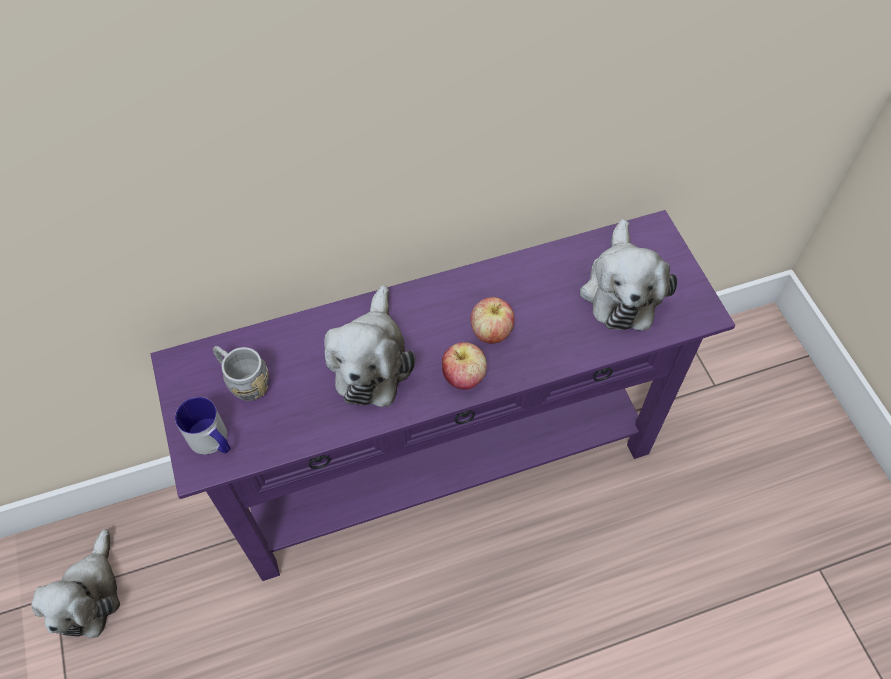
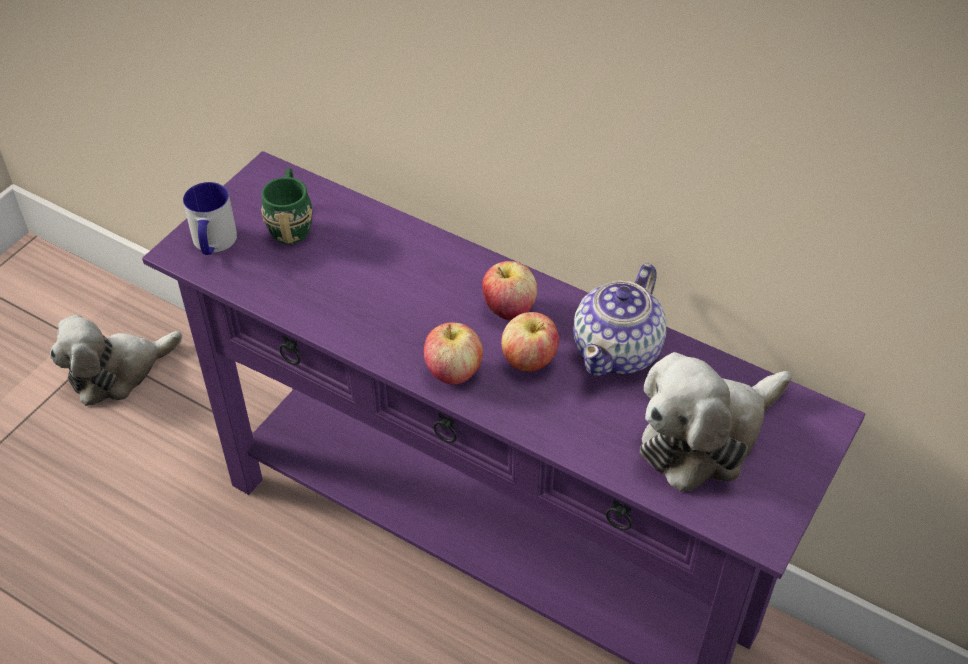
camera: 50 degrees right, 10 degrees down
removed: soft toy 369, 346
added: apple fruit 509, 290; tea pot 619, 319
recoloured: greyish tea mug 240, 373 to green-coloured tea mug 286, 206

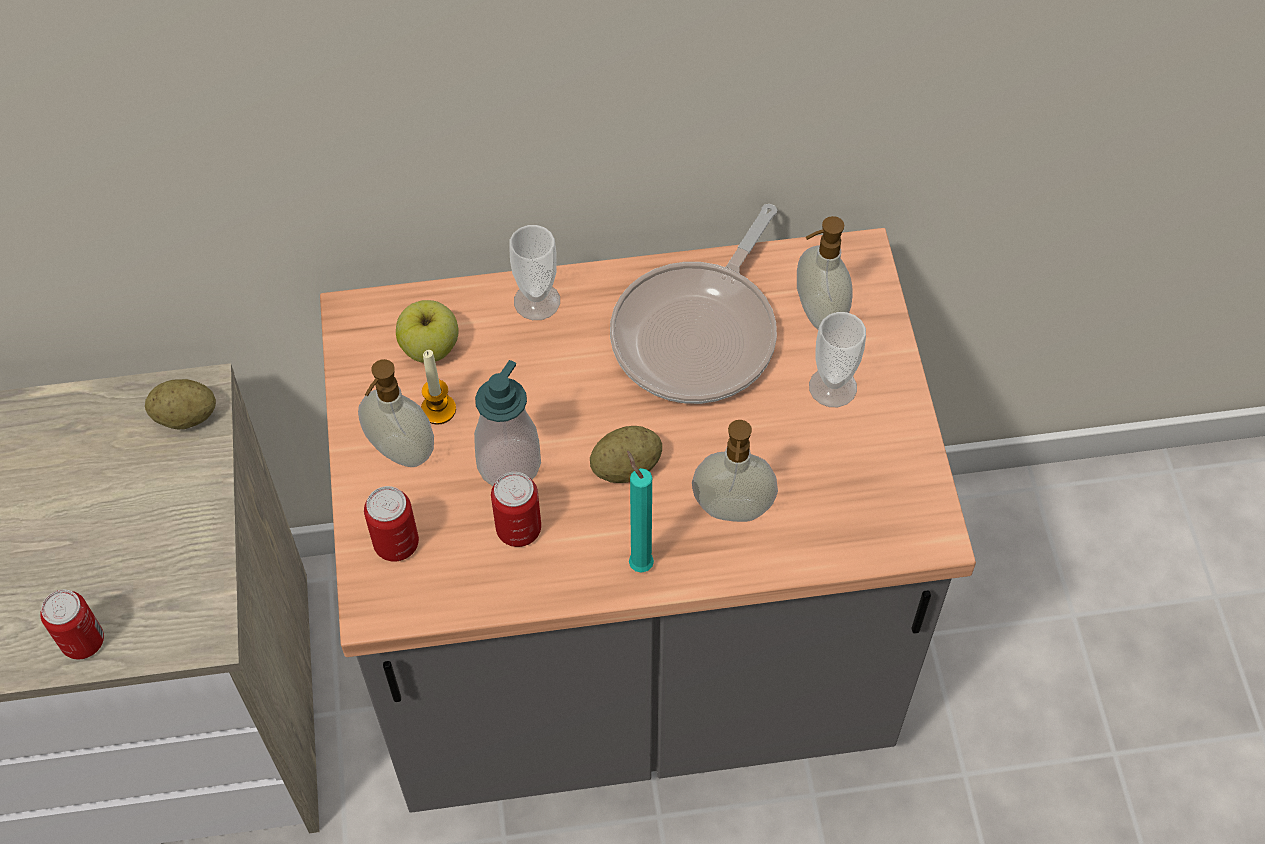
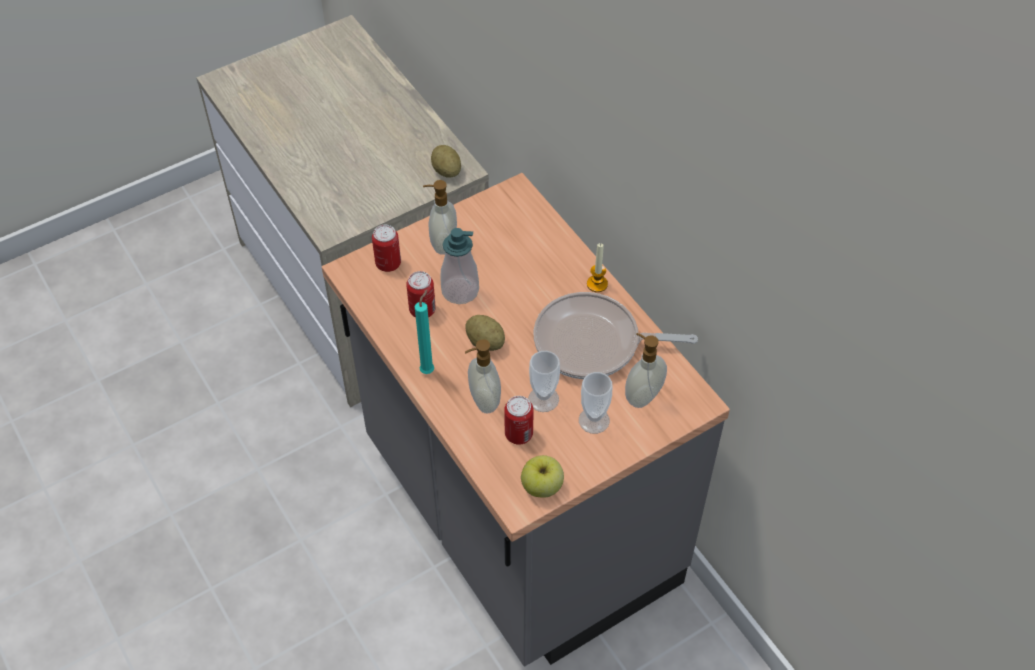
camera: 65 degrees right, 5 degrees down
moved: drinking cup 534, 272 to 544, 381; apple fruit 427, 331 to 542, 476; candle 438, 387 to 597, 267; sealed can 72, 624 to 519, 420

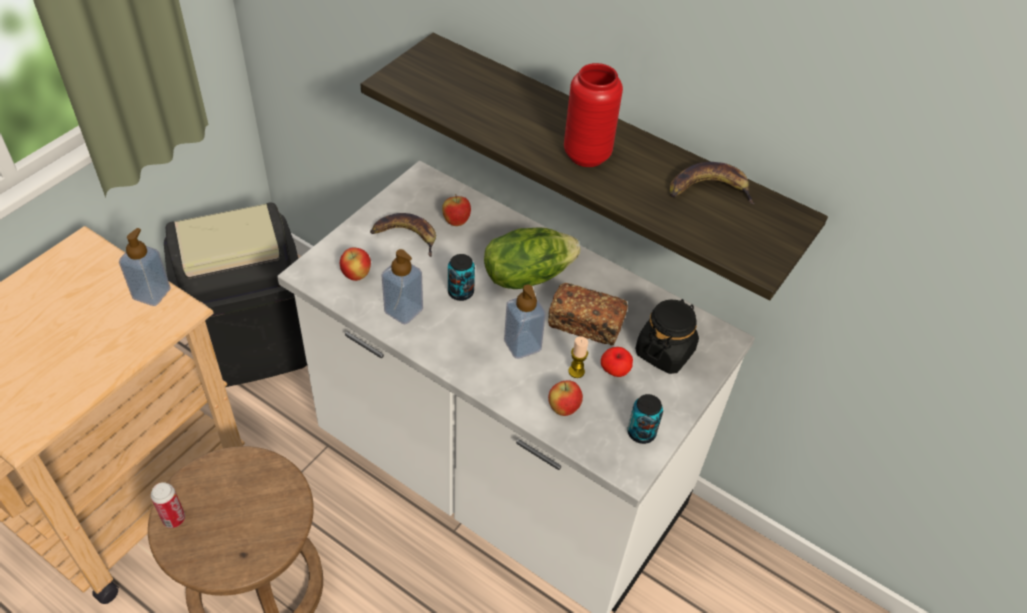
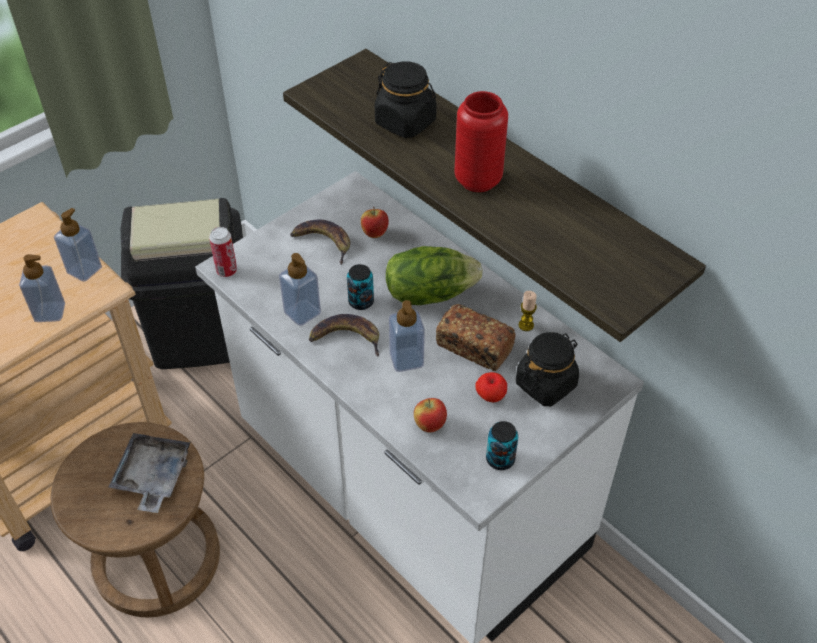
camera: 15 degrees right, 0 degrees up
removed: apple fruit 355, 264
added: blackish jar 406, 99; liquid soap bottle 42, 288; greyish serving tray 150, 473
moved: banana fruit 712, 183 to 344, 335; candle 578, 357 to 528, 311; sealed can 168, 505 to 223, 252

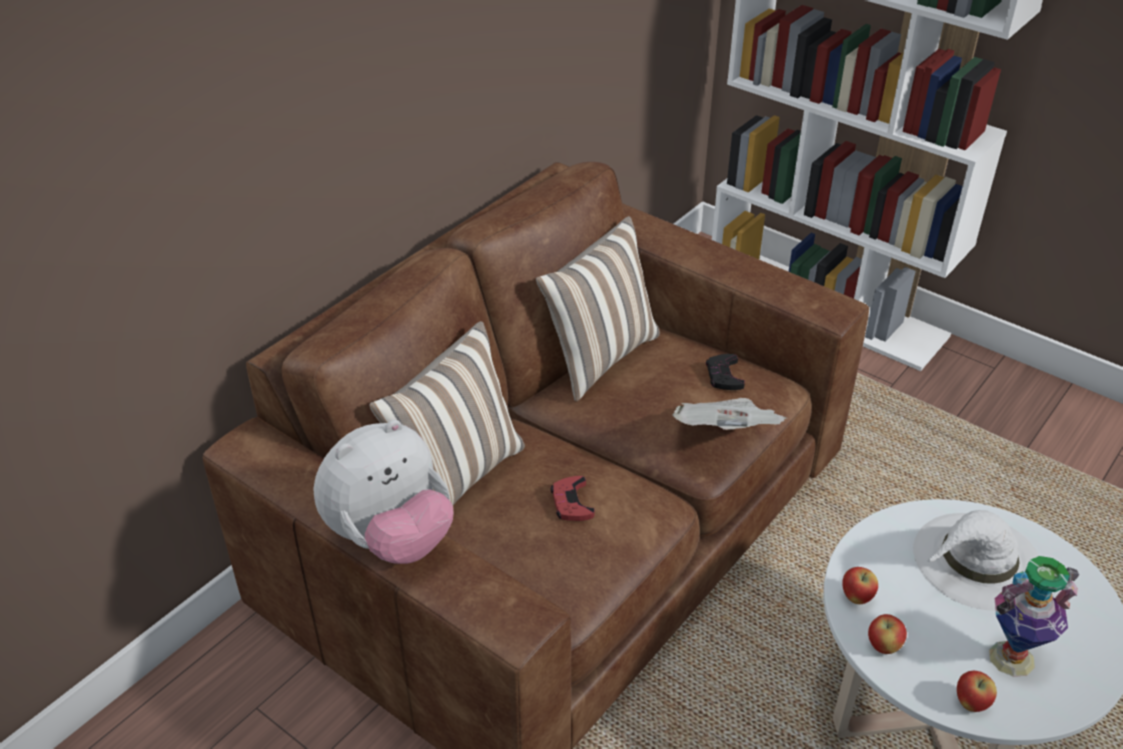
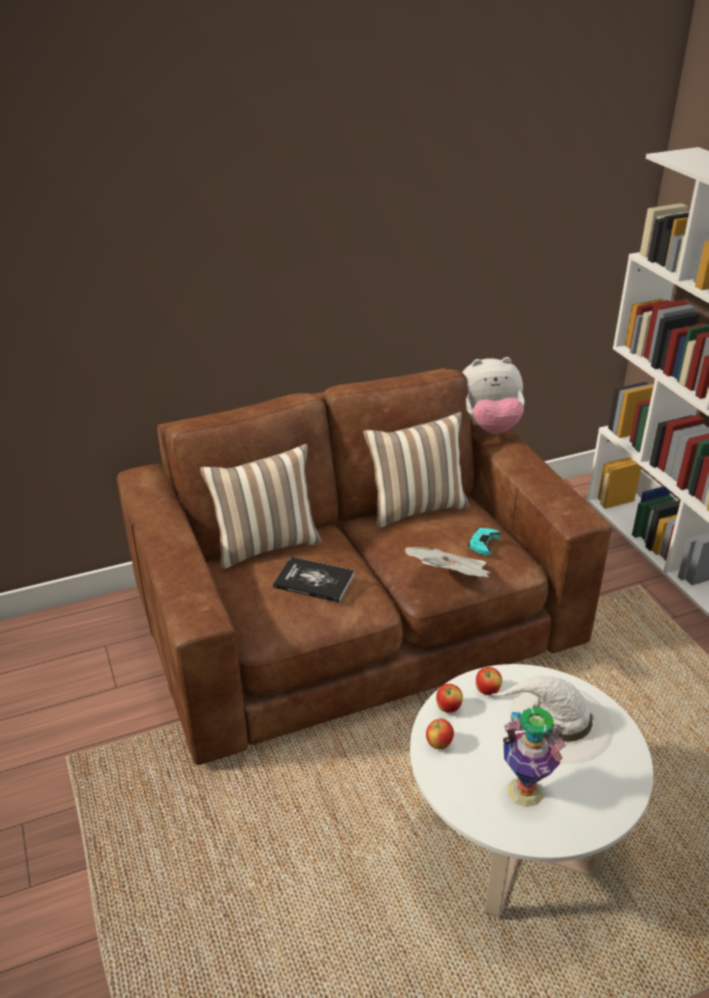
camera: 30 degrees right, 5 degrees down
moved: soft toy 383, 492 to 493, 395; apple fruit 977, 691 to 489, 681
replaced: red game controller 572, 498 to volume 313, 580
recoloured: blackish game controller 725, 372 to blue-green game controller 484, 541

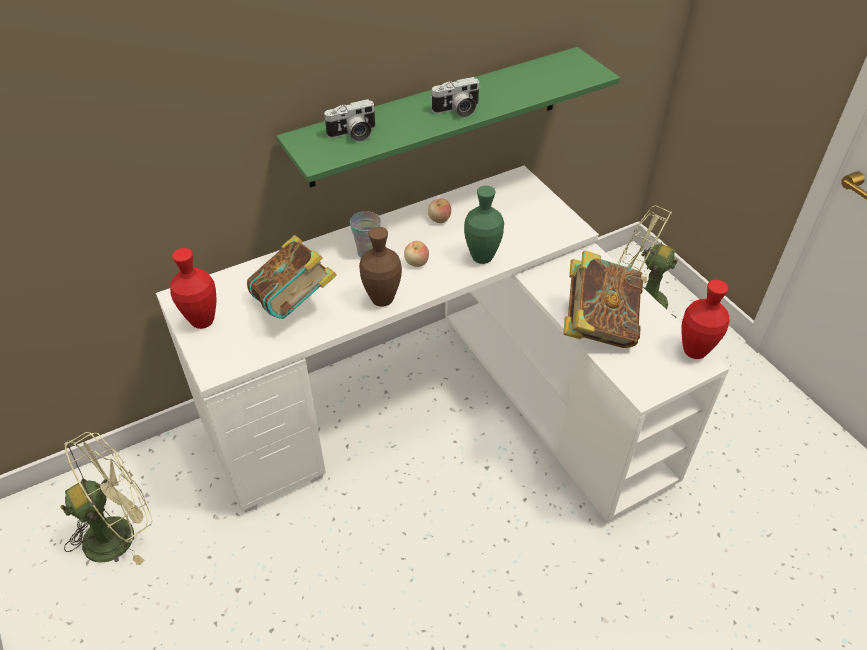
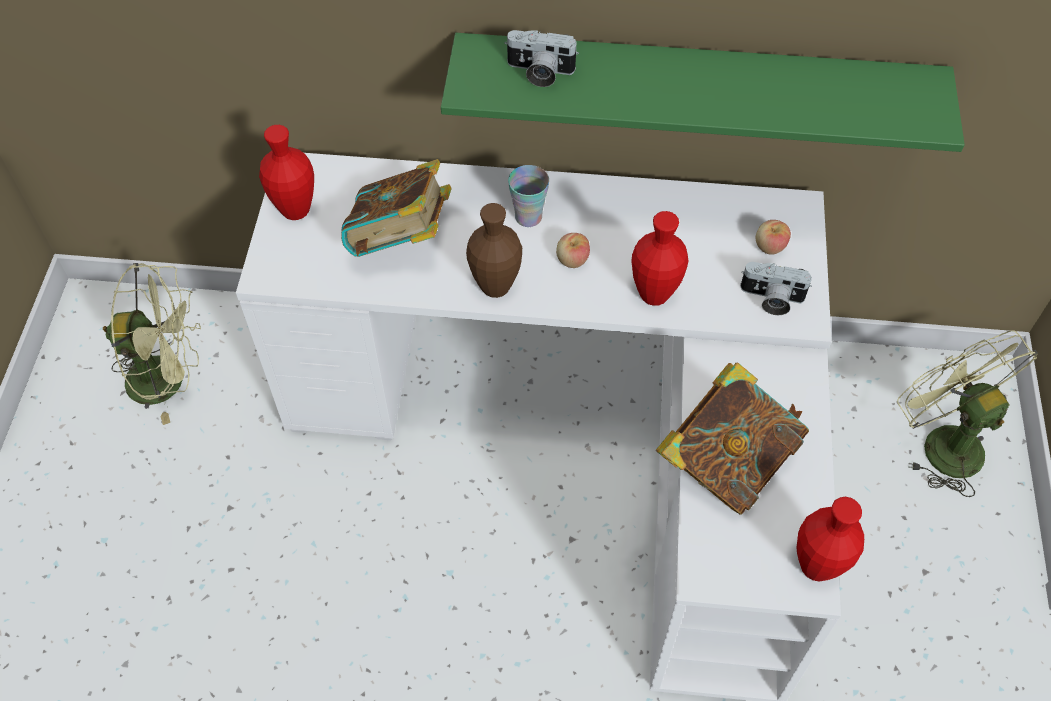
camera: 35 degrees right, 10 degrees up
moved: still camera 455, 97 to 776, 288; apple fruit 439, 211 to 773, 237
recoloured: green-coloured flower vase 484, 225 to red flower vase 660, 258

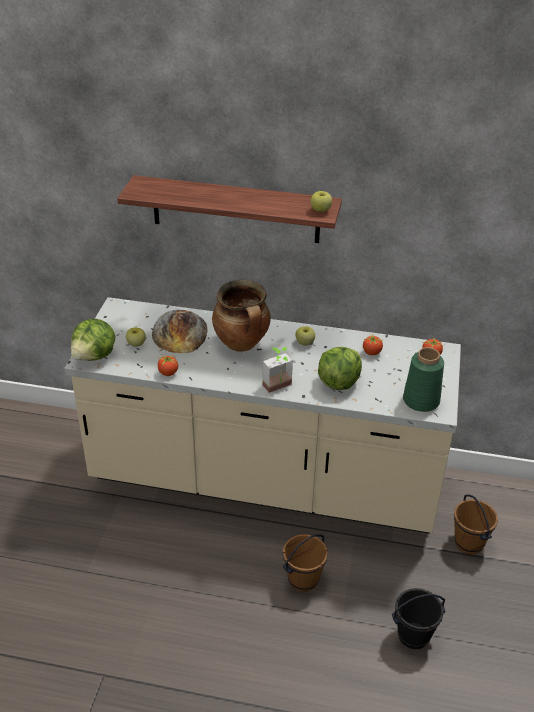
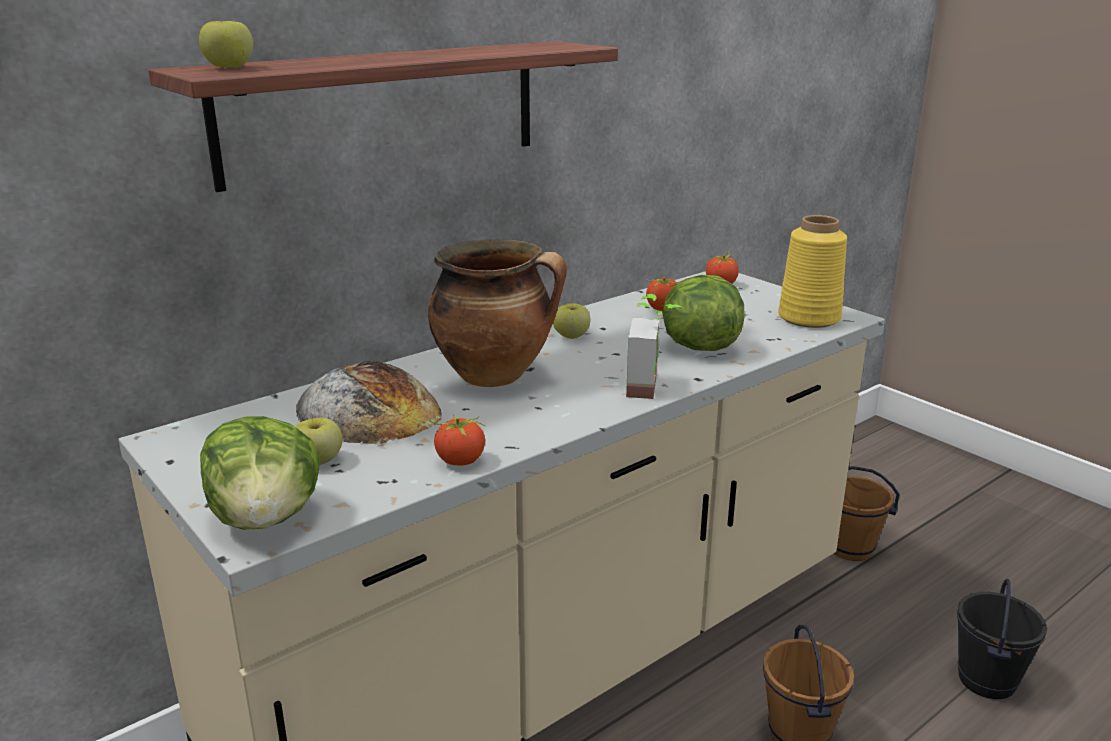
camera: 50 degrees left, 15 degrees down
moved: apple fruit 321, 201 to 226, 44
recoloured: green-coloured flower vase 423, 379 to yellowish flower vase 812, 271

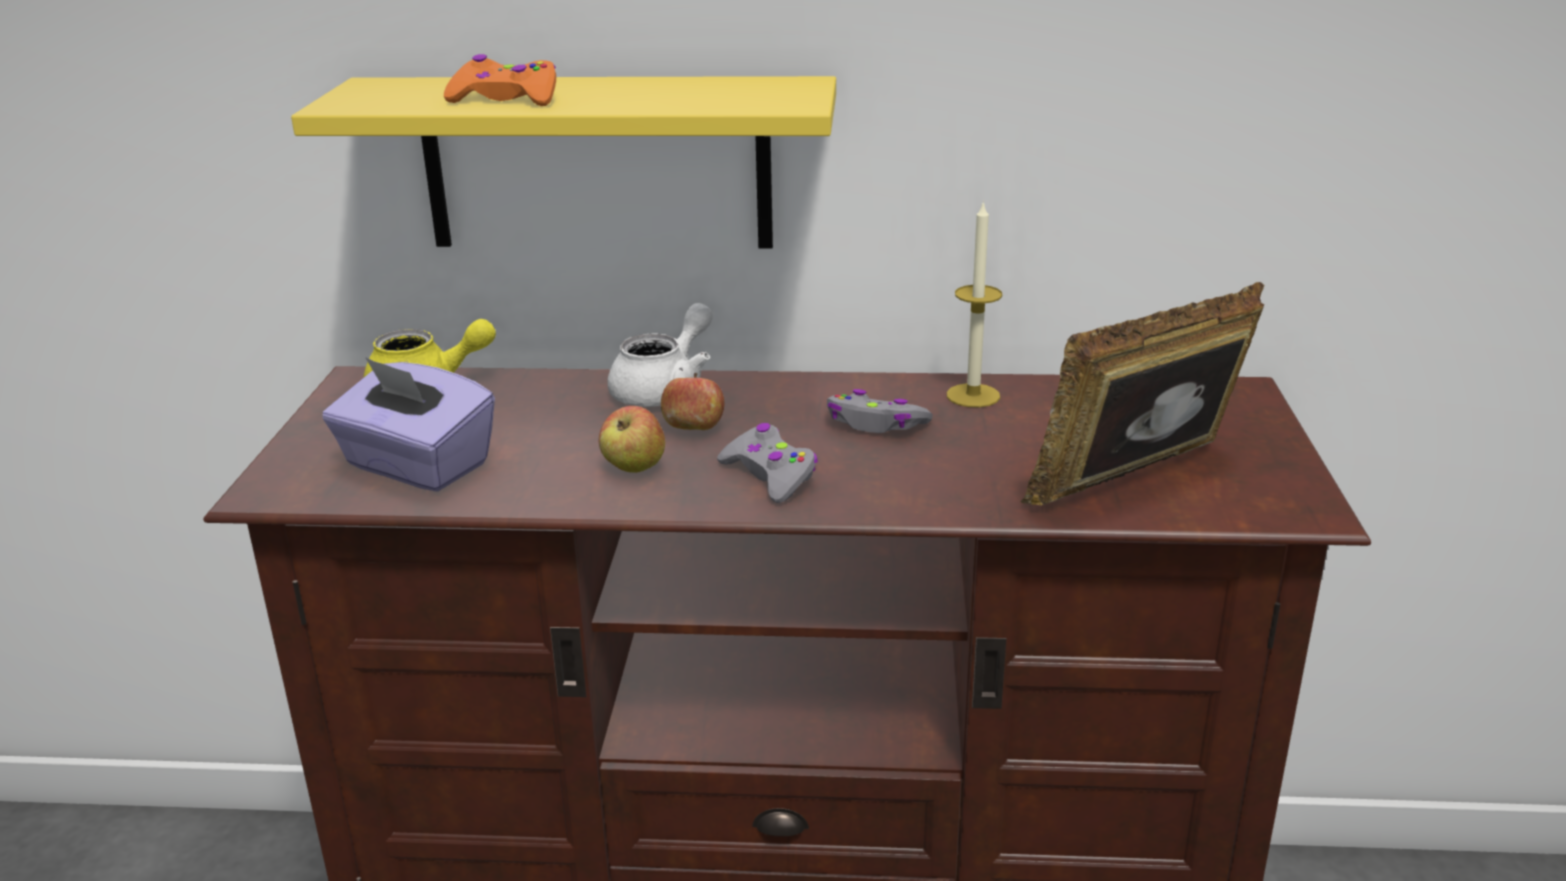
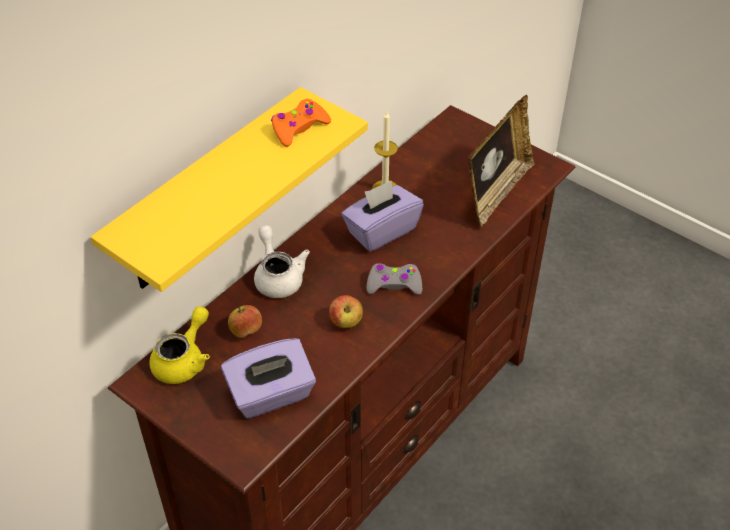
camera: 55 degrees left, 20 degrees up
moved: orange game controller 500, 80 to 301, 123; apple fruit 692, 401 to 245, 321
replaced: greyish game controller 880, 411 to purple tissue box 382, 216
turned: standing frame 1142, 394 = 501, 161 150 degrees counterclockwise

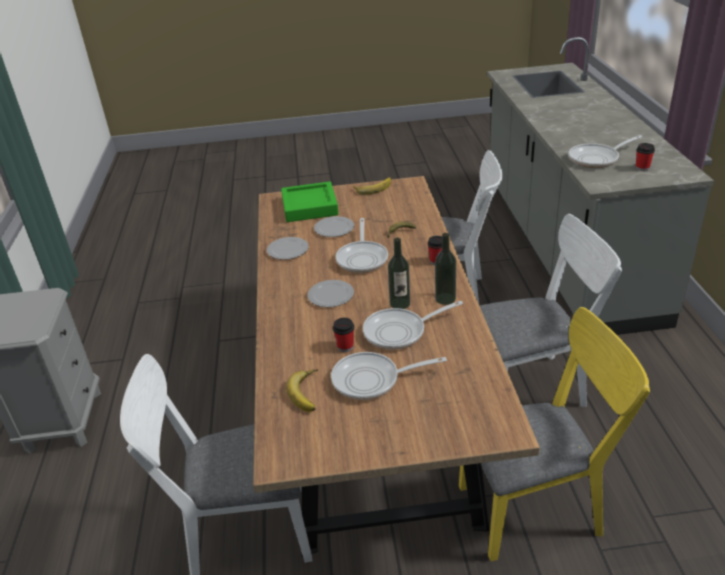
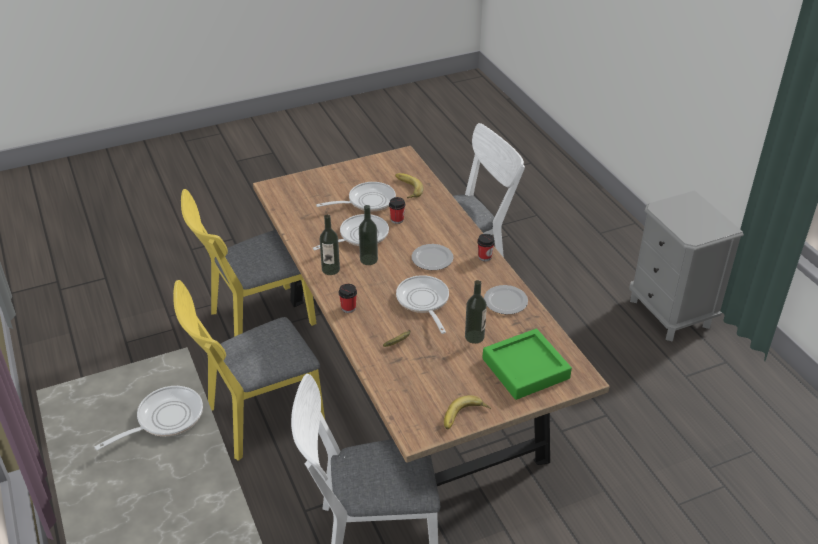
camera: 160 degrees right, 5 degrees up
moved: drinking cup 645, 157 to 486, 247
replaced: dinner plate 334, 226 to drink bottle 476, 312
recoloured: white-coloured upright chair 551, 310 to yellowish upright chair 249, 370

